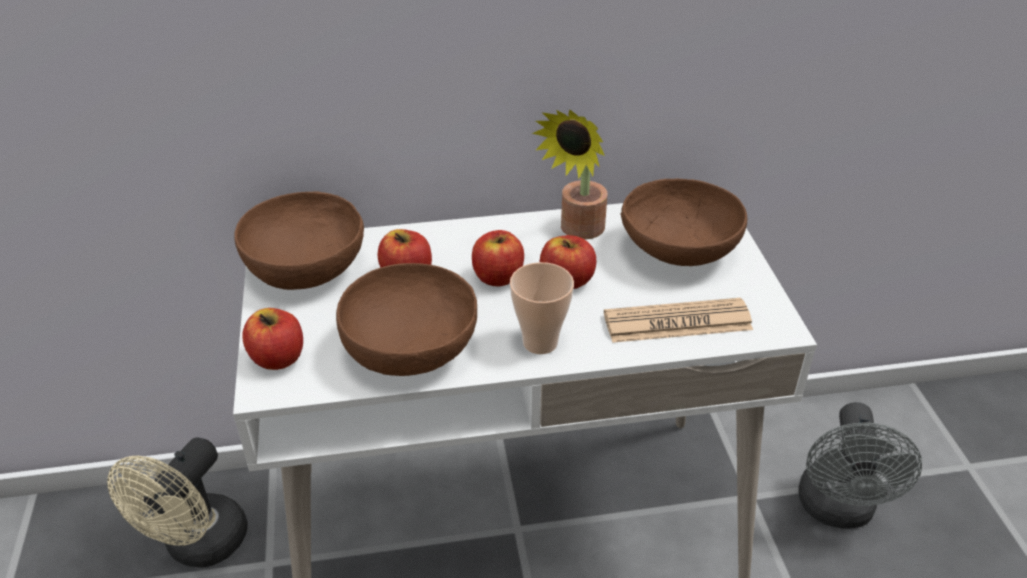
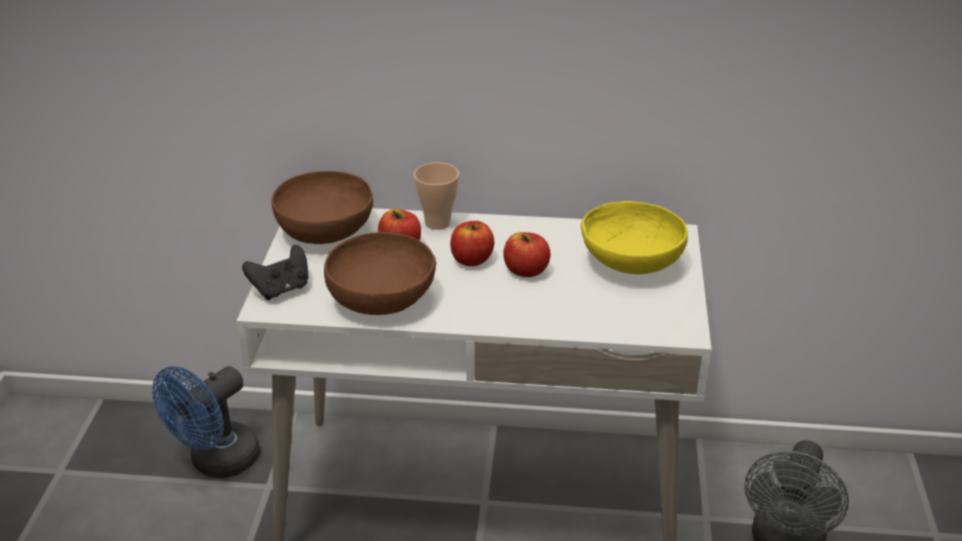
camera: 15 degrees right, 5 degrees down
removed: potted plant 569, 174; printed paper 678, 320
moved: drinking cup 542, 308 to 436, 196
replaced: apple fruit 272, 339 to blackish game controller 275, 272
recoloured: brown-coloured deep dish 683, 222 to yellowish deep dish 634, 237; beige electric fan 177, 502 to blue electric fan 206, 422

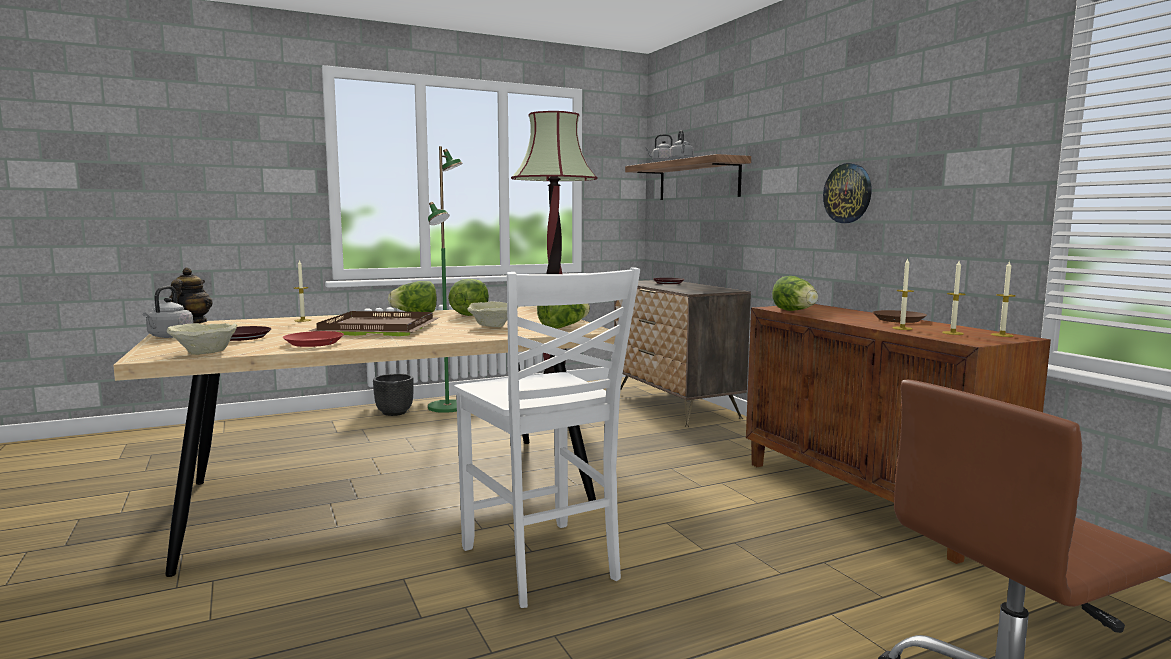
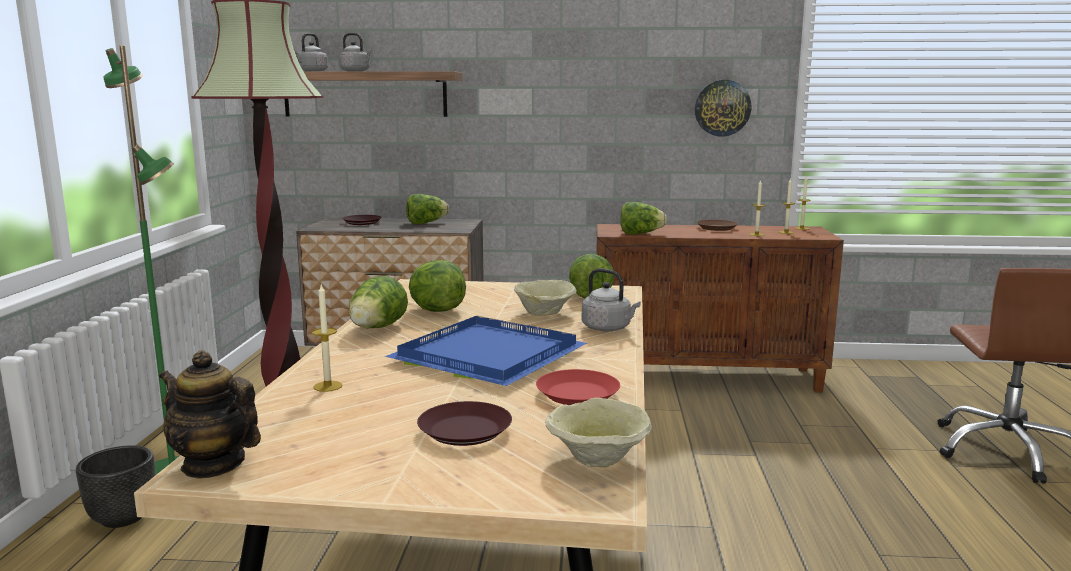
camera: 60 degrees left, 5 degrees up
removed: white-coloured upright chair 547, 437
added: lettuce 427, 209
moved: hanging clock 847, 193 to 723, 108; greyish water kettle 168, 312 to 611, 300
recoloured: brown-coloured serving tray 373, 323 to blue serving tray 486, 351

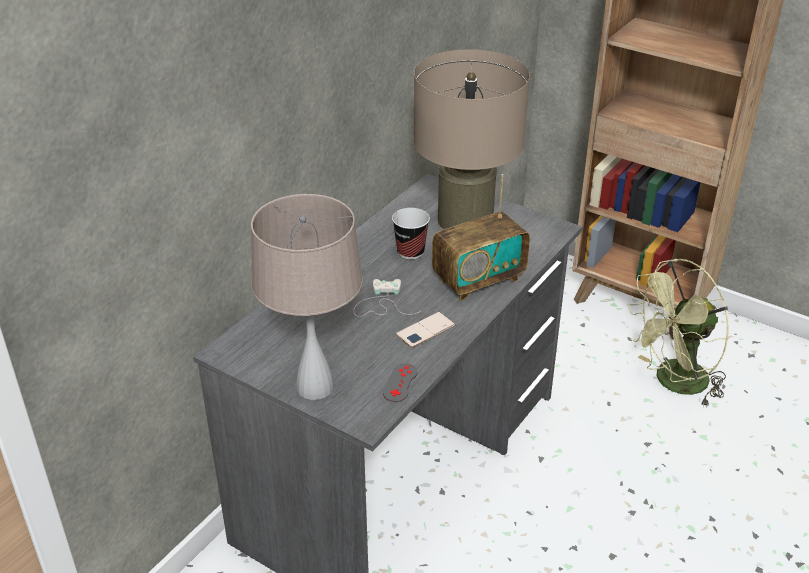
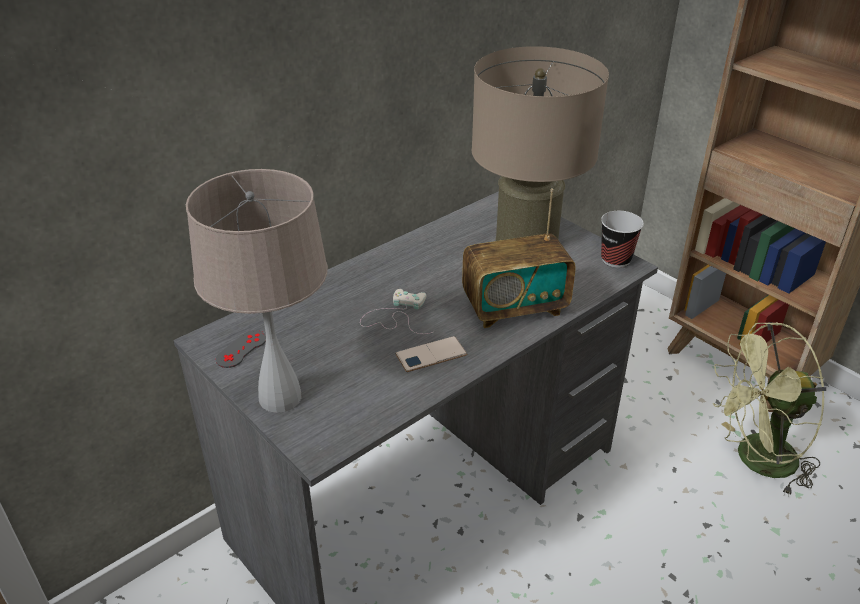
camera: 15 degrees right, 0 degrees up
moved: drinking cup 411, 233 to 622, 239; greyish game controller 400, 382 to 241, 349

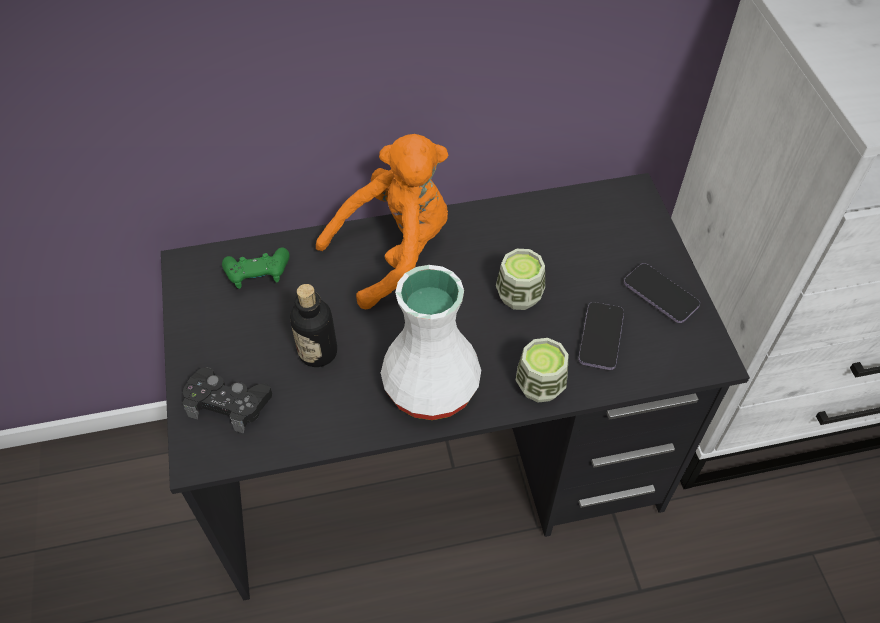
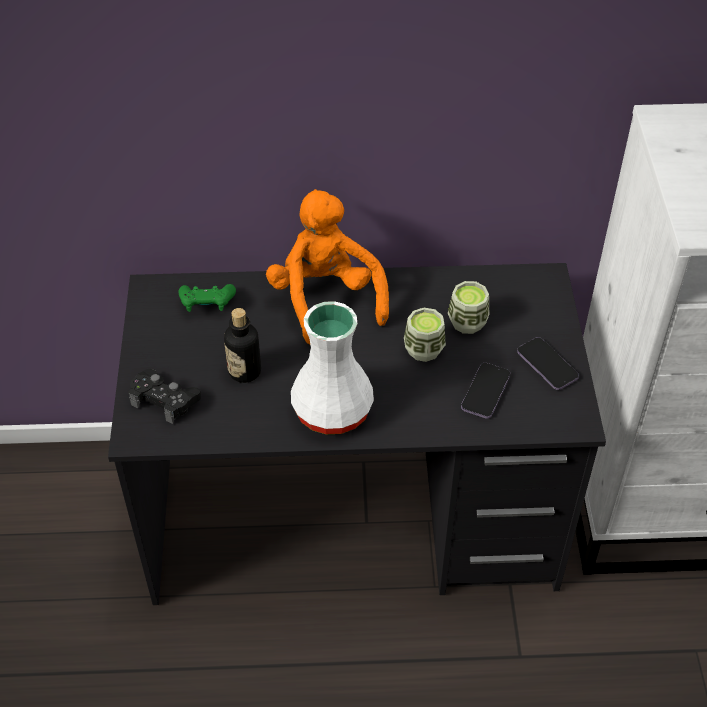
camera: 10 degrees right, 5 degrees down
moved: drinking cup 542, 370 to 468, 307
turned: orange soft toy 382, 221 = 327, 266 90 degrees counterclockwise

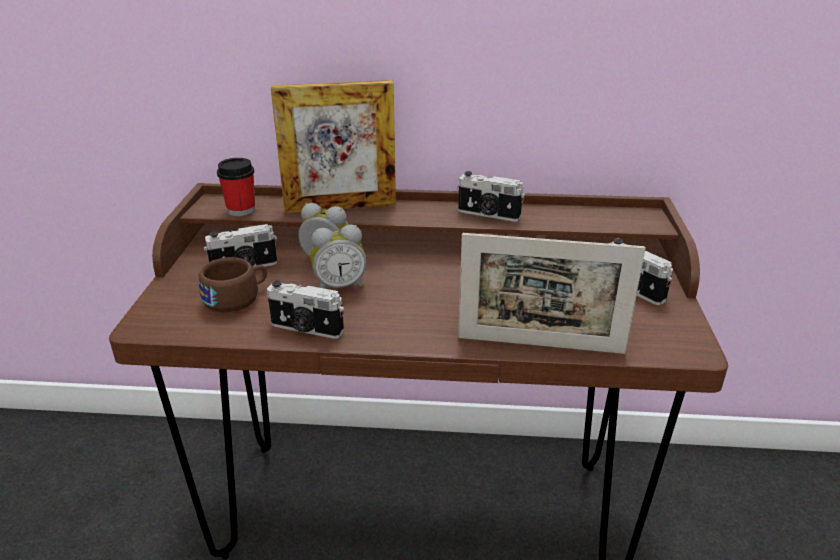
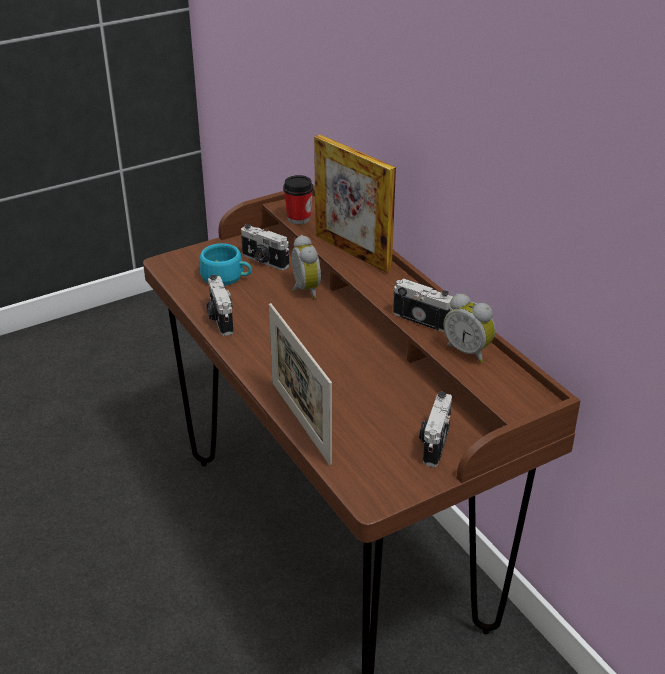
camera: 55 degrees right, 5 degrees up
moved: alarm clock 338, 257 to 469, 328
recoloured: brown-coloured drinking cup 233, 284 to blue-green drinking cup 226, 264
turned: still camera 491, 196 = 423, 305 135 degrees clockwise

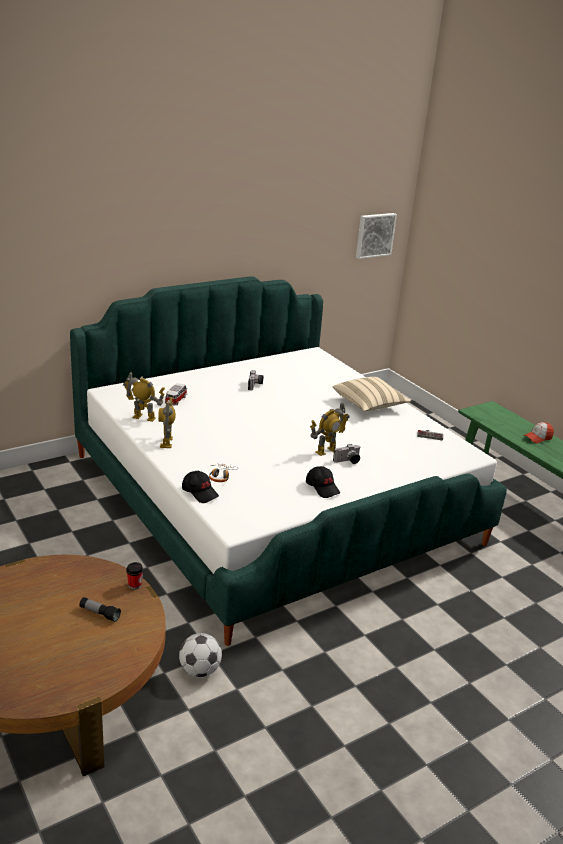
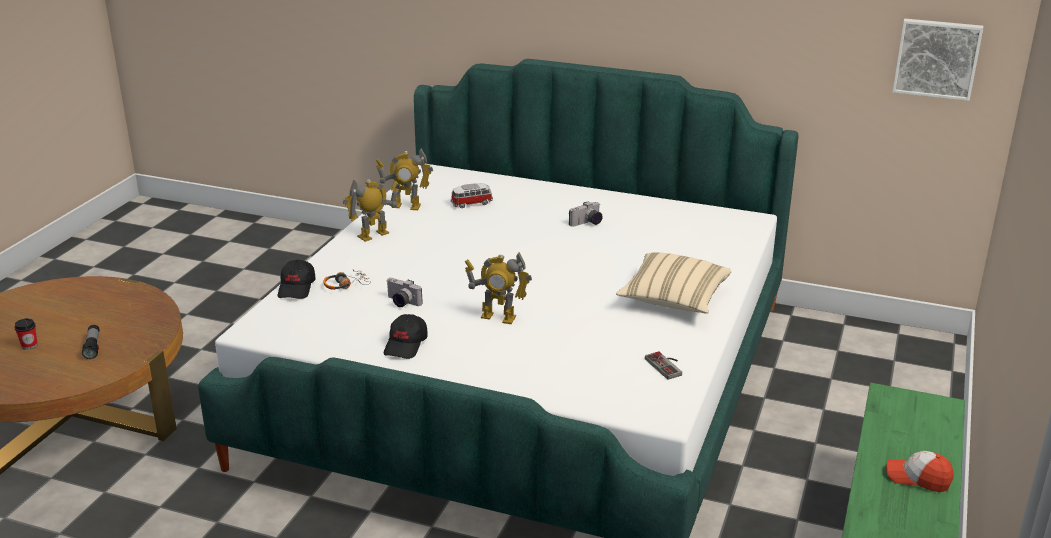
camera: 55 degrees right, 0 degrees up
removed: football ball 200, 655
moved: still camera 347, 454 to 404, 292; drinking cup 134, 576 to 26, 334
turned: toy robot 144, 397 = 404, 179 120 degrees clockwise

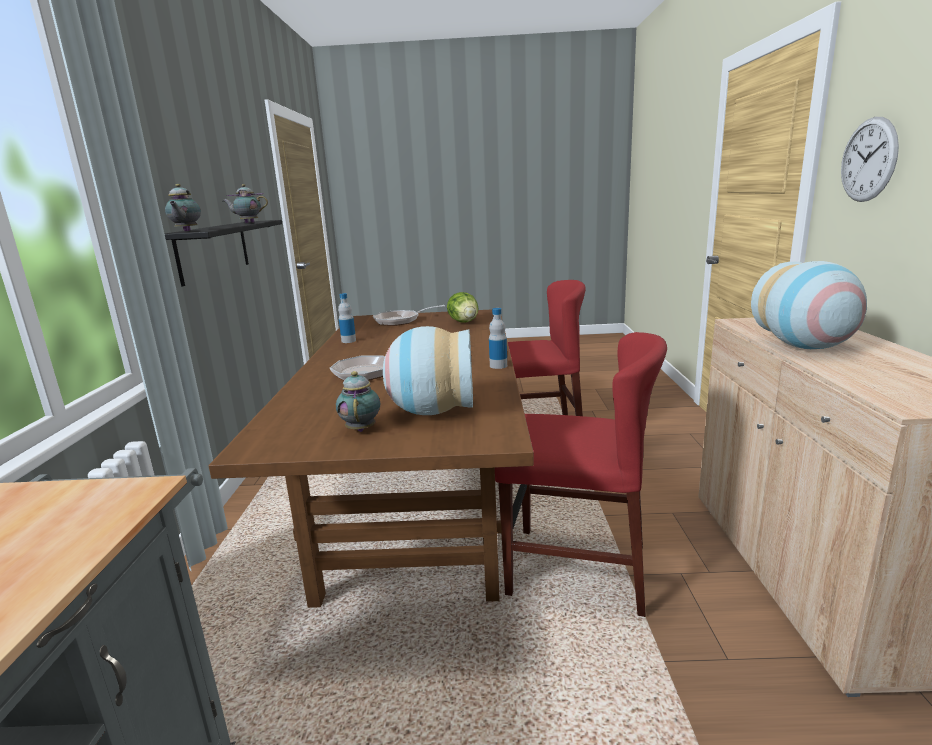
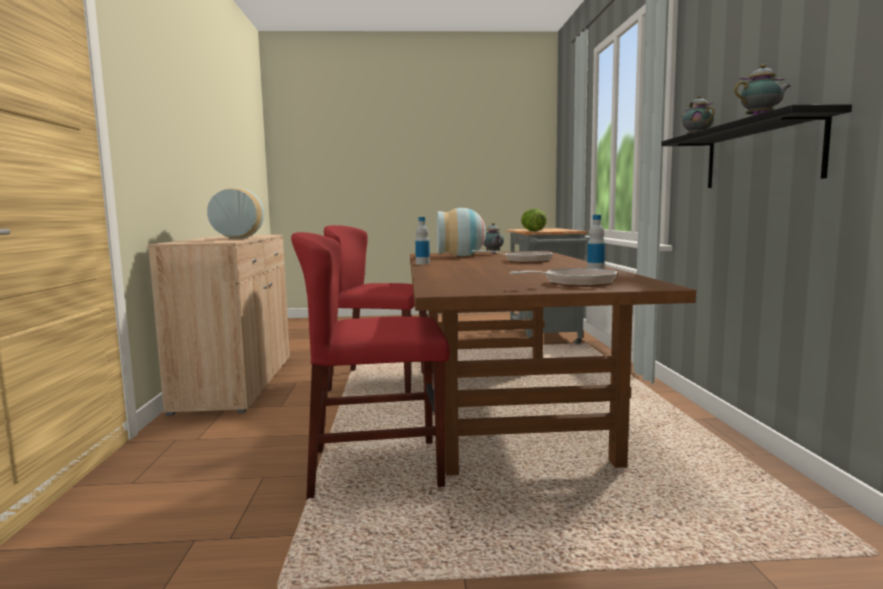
camera: 175 degrees right, 10 degrees down
removed: hanging clock 870, 159
moved: lettuce 462, 307 to 534, 219

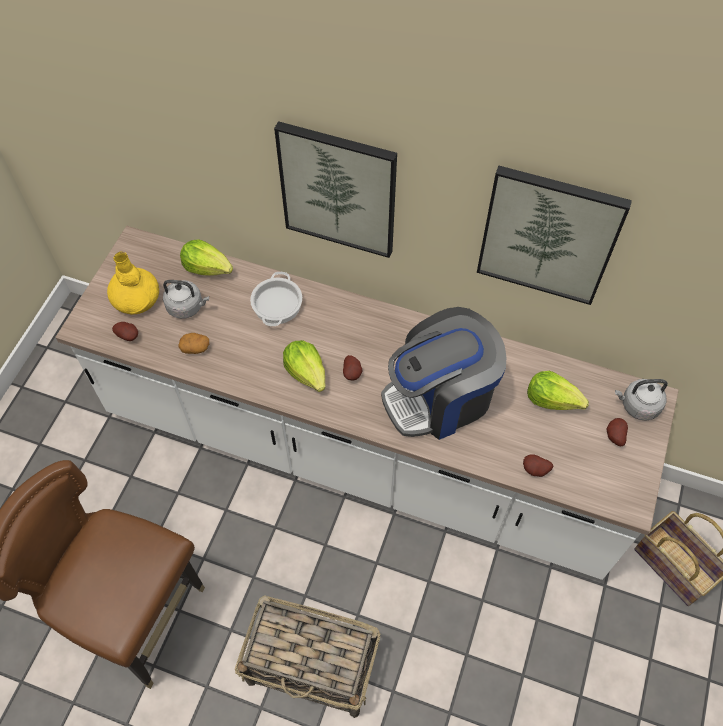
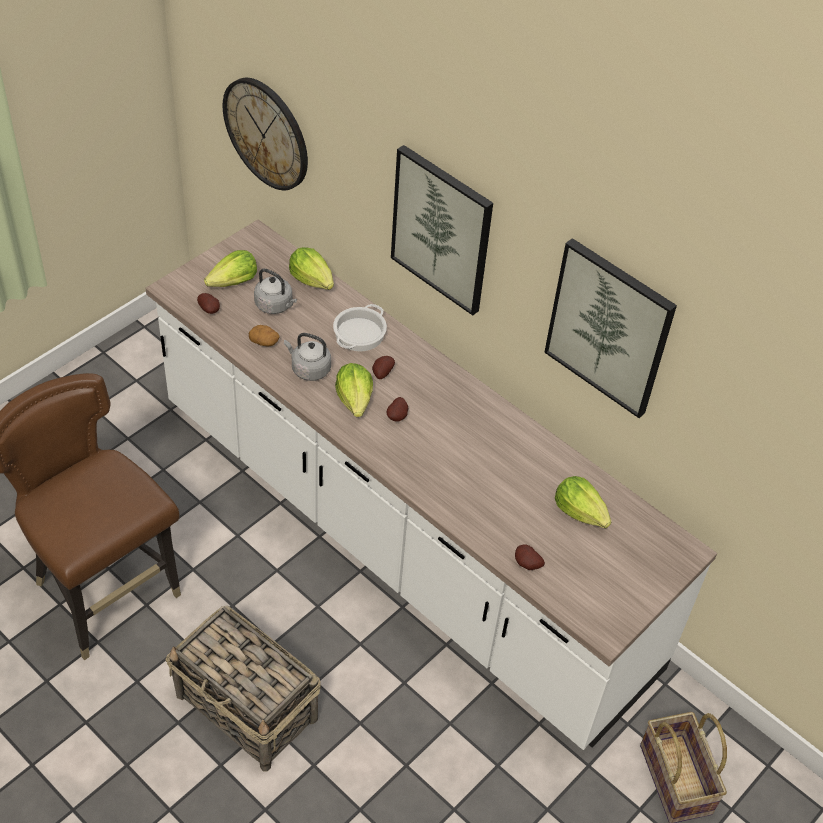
camera: 20 degrees right, 10 degrees down
removed: coffee machine 444, 373
added: hanging clock 265, 134
moved: greyish water kettle 641, 400 to 307, 357; spud 617, 432 to 383, 367
replaced: yellowish flower vase 133, 283 to lettuce 230, 268

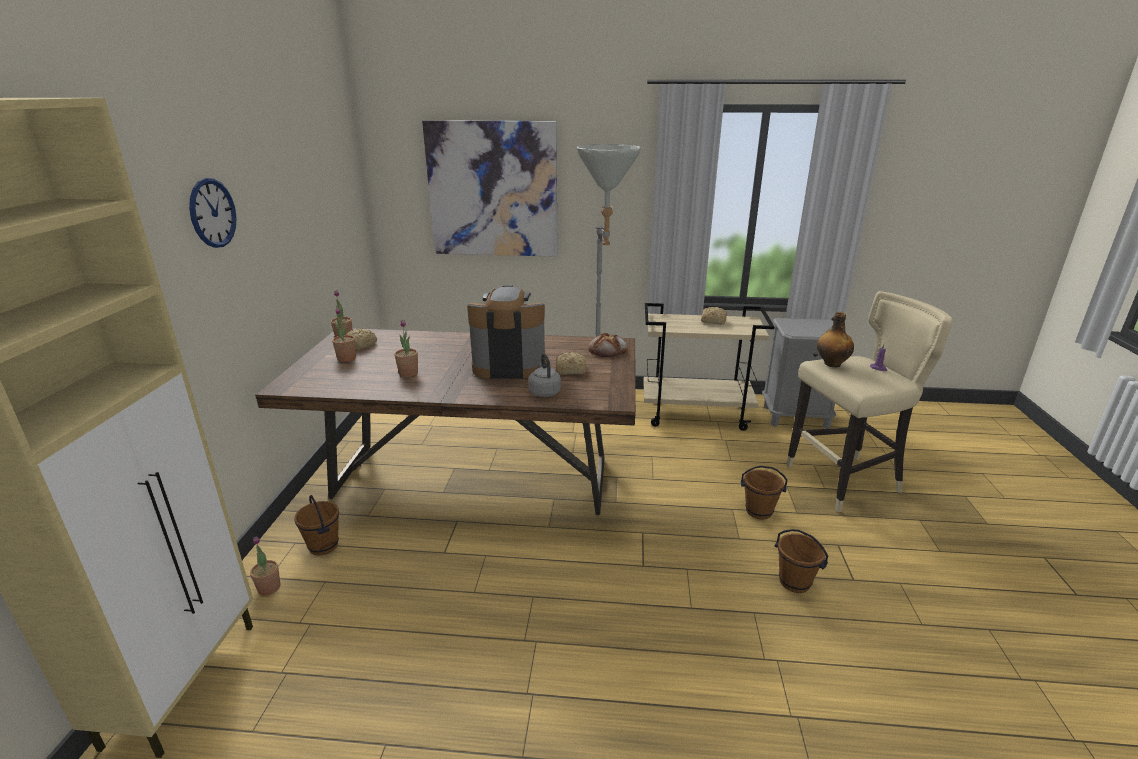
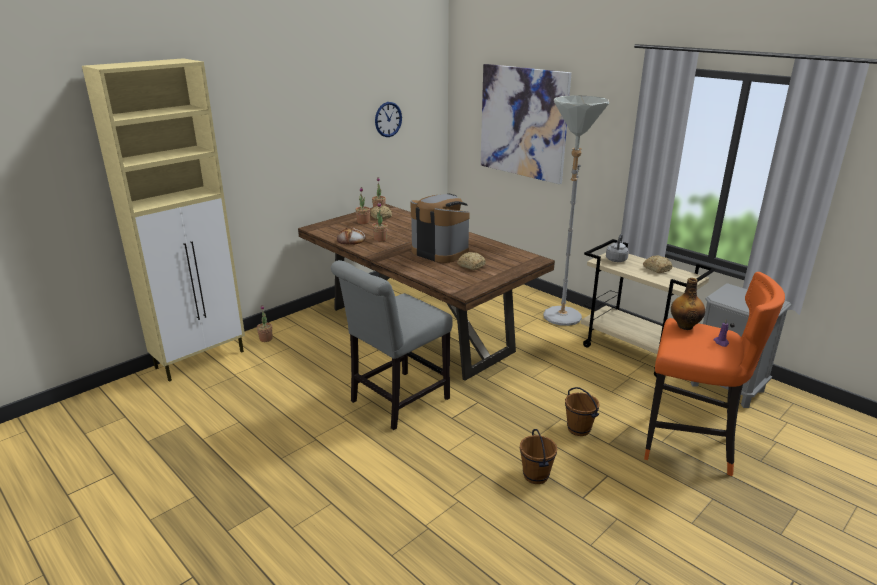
camera: 40 degrees right, 0 degrees up
removed: brown-coloured bucket 316, 525
added: greyish upright chair 392, 345
moved: hanging clock 213, 213 to 388, 119; bakery bread 608, 345 to 351, 236; greyish water kettle 544, 375 to 617, 248
recoloured: beige stool seat 869, 401 to orange stool seat 714, 374

